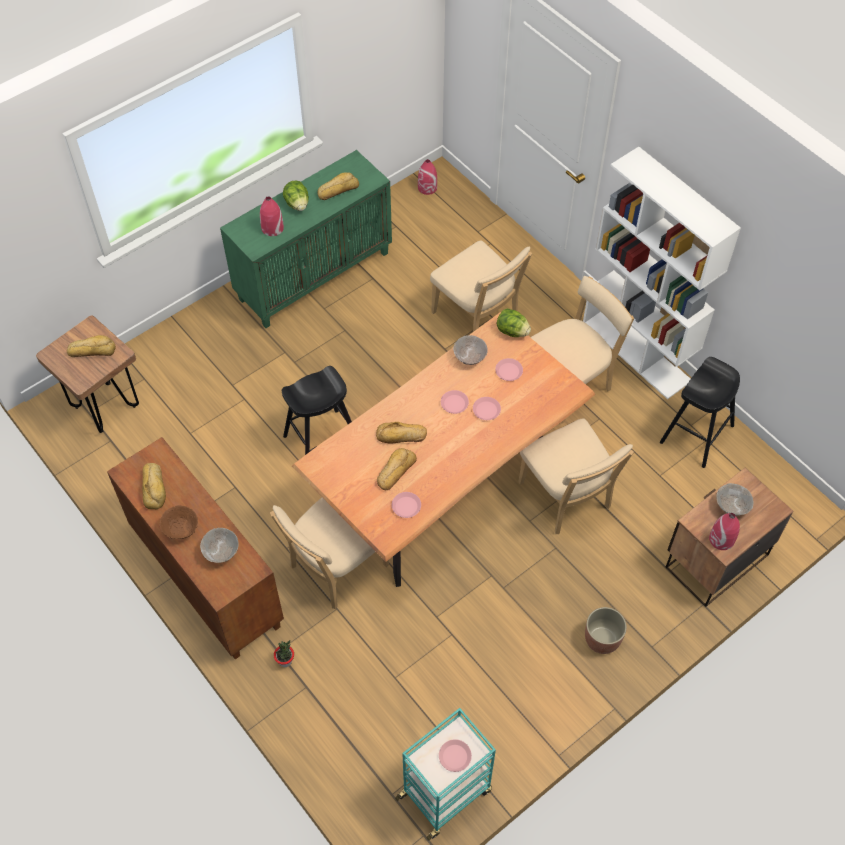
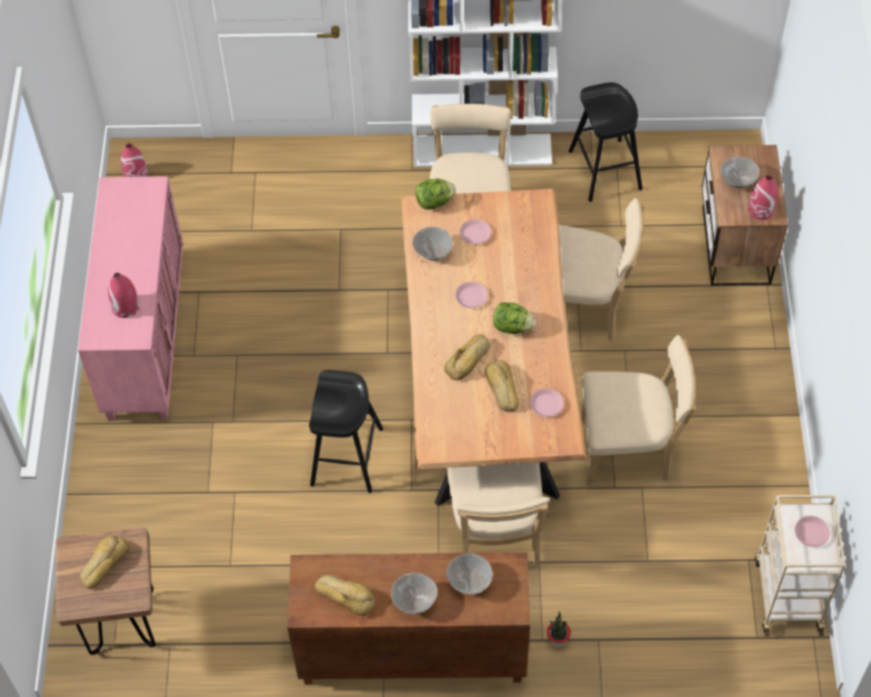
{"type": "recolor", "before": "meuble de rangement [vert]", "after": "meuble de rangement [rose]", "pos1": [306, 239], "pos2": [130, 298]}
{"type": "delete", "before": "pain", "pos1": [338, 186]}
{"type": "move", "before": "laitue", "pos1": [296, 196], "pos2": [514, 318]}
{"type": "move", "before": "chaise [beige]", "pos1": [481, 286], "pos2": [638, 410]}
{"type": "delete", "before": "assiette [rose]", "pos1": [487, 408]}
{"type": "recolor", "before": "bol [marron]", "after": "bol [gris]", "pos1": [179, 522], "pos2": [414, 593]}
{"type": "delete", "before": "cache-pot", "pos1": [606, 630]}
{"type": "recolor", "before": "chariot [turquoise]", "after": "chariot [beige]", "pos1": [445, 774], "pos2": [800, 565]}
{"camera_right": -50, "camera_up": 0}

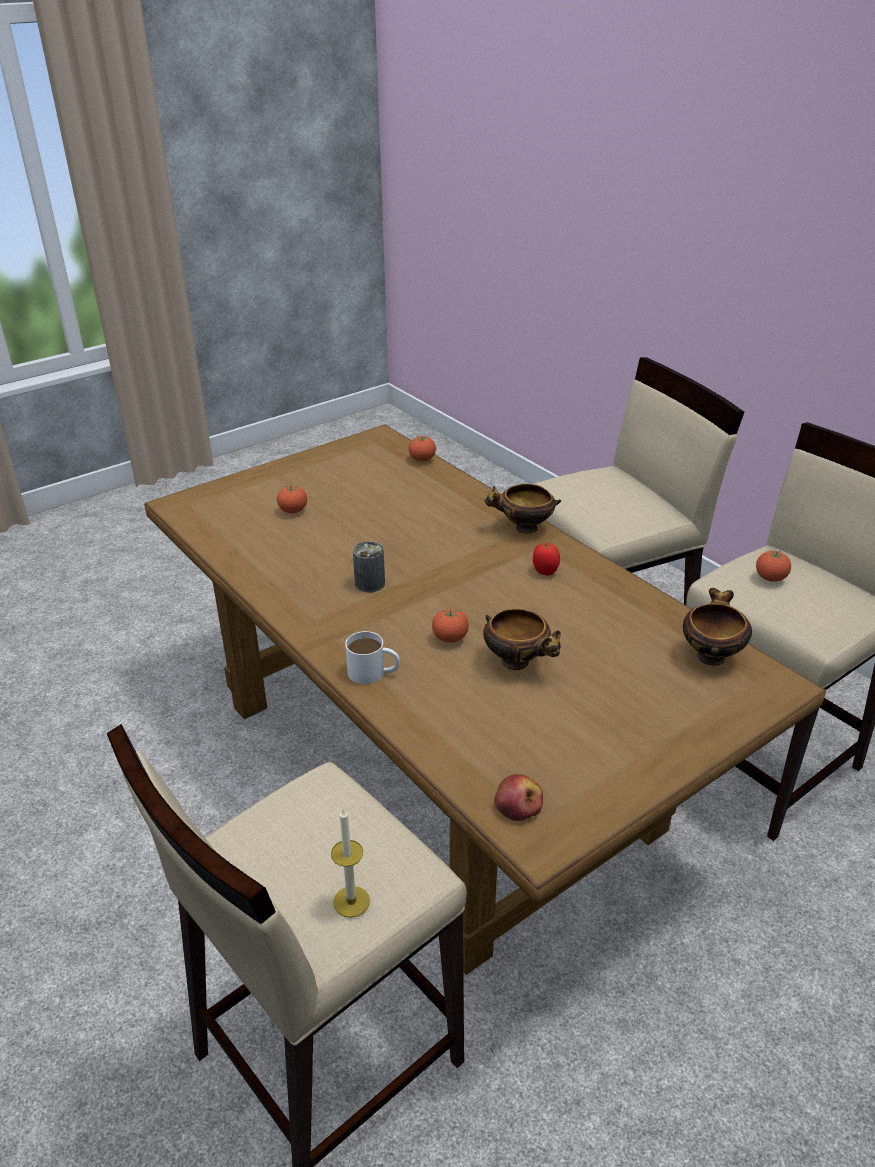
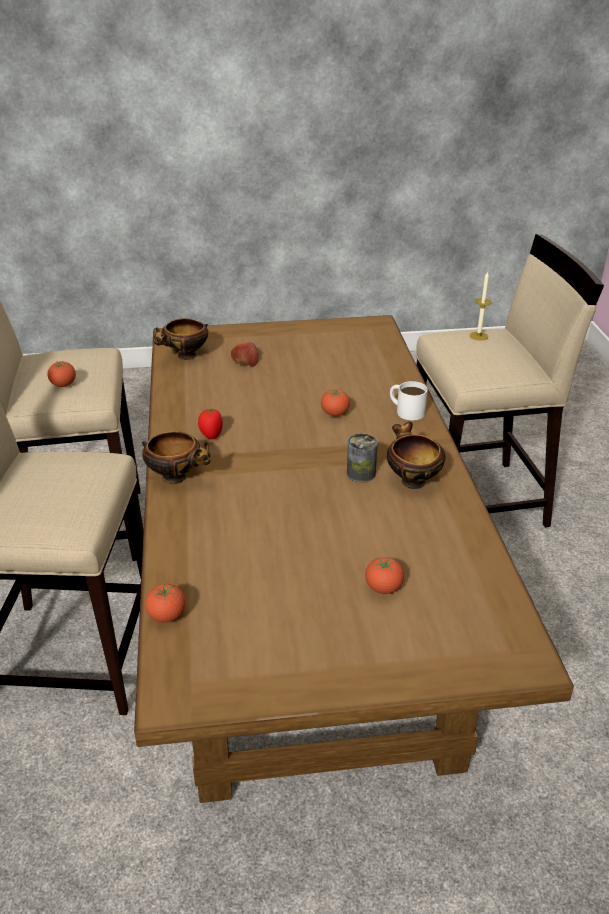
{"type": "move", "before": "bol", "pos1": [522, 639], "pos2": [416, 455]}
{"type": "move", "before": "pomme", "pos1": [518, 797], "pos2": [245, 354]}
{"camera_right": -150, "camera_up": 0}

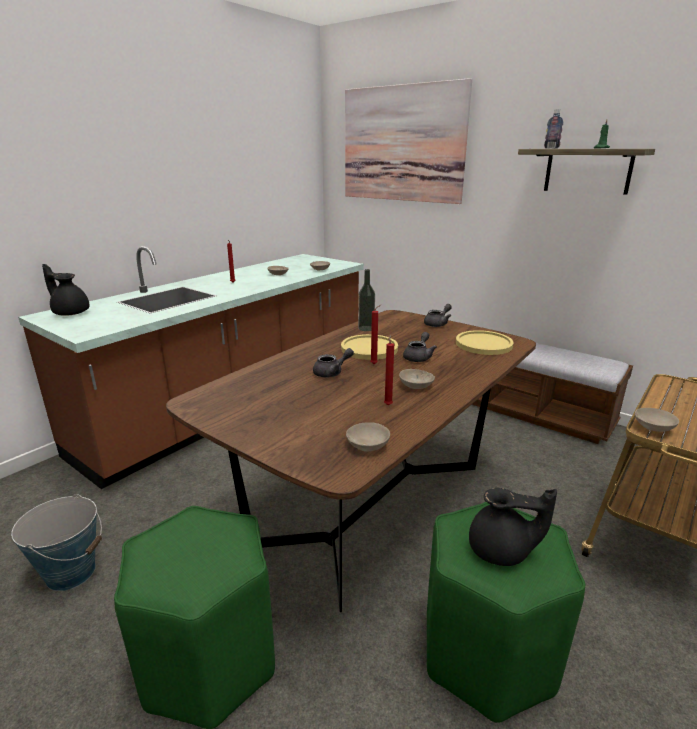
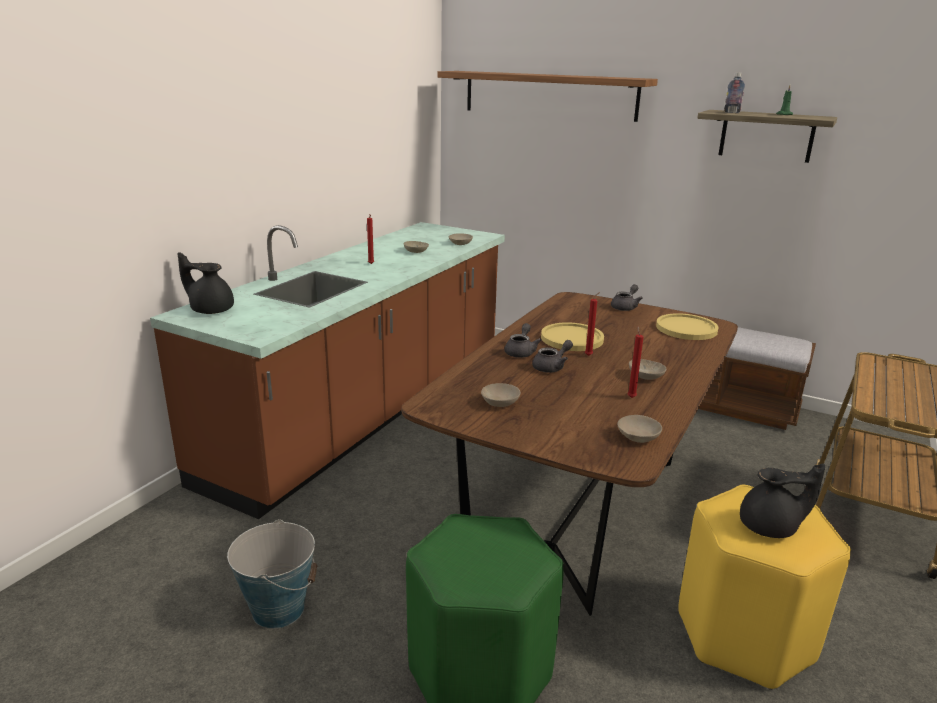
{"type": "replace", "before": "tableau", "after": "étagère", "pos1": [408, 141], "pos2": [547, 96]}
{"type": "delete", "before": "bouteille", "pos1": [366, 300]}
{"type": "move", "before": "théière [gris]", "pos1": [420, 347], "pos2": [523, 340]}
{"type": "move", "before": "bol [beige]", "pos1": [657, 420], "pos2": [501, 395]}
{"type": "recolor", "before": "tabouret [vert]", "after": "tabouret [jaune]", "pos1": [506, 612], "pos2": [764, 587]}
{"camera_right": -10, "camera_up": 0}

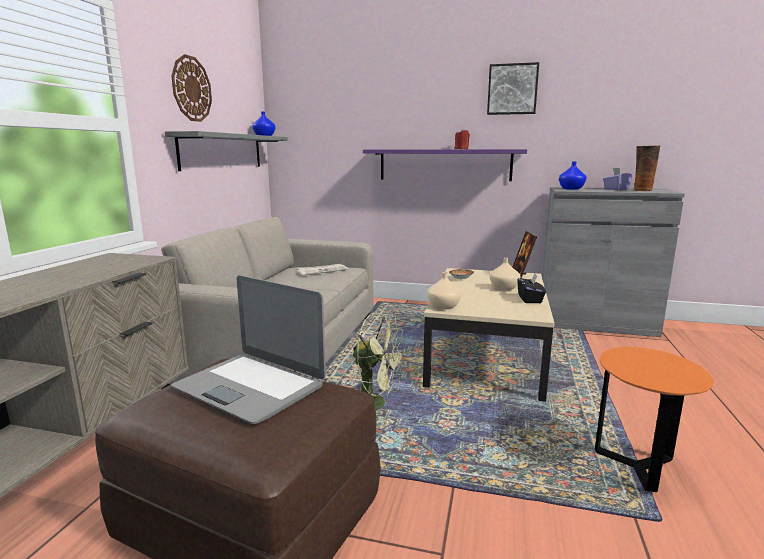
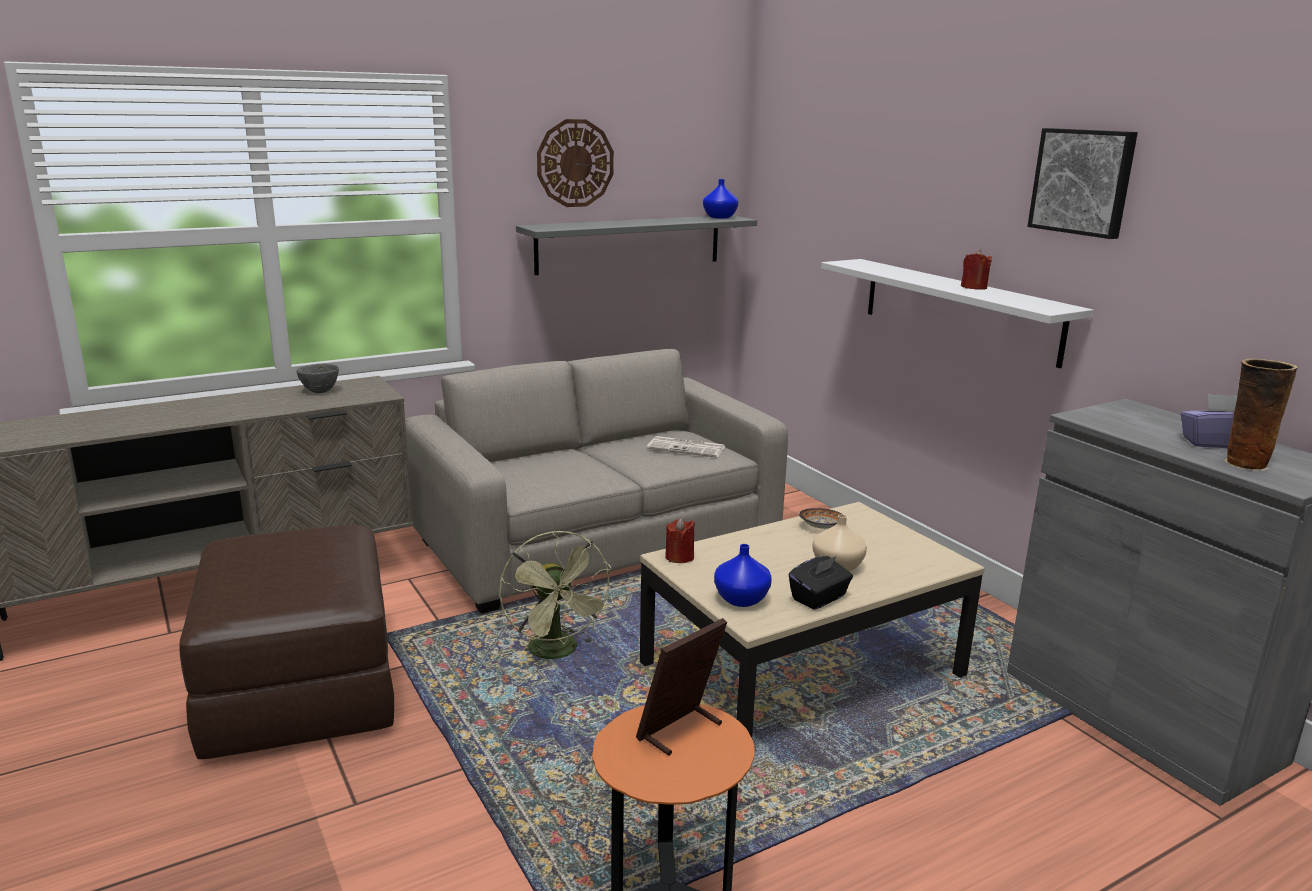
{"type": "recolor", "before": "étagère [violet]", "after": "étagère [blanc]", "pos1": [445, 165], "pos2": [957, 313]}
{"type": "move", "before": "vase [bleu]", "pos1": [572, 176], "pos2": [743, 575]}
{"type": "move", "before": "cadre photo", "pos1": [525, 256], "pos2": [681, 687]}
{"type": "replace", "before": "vase [beige]", "after": "bougie [rouge]", "pos1": [444, 291], "pos2": [680, 540]}
{"type": "delete", "before": "ordinateur portable", "pos1": [248, 349]}
{"type": "insert", "after": "bol [gris]", "pos2": [317, 378]}
{"camera_right": 45, "camera_up": 5}

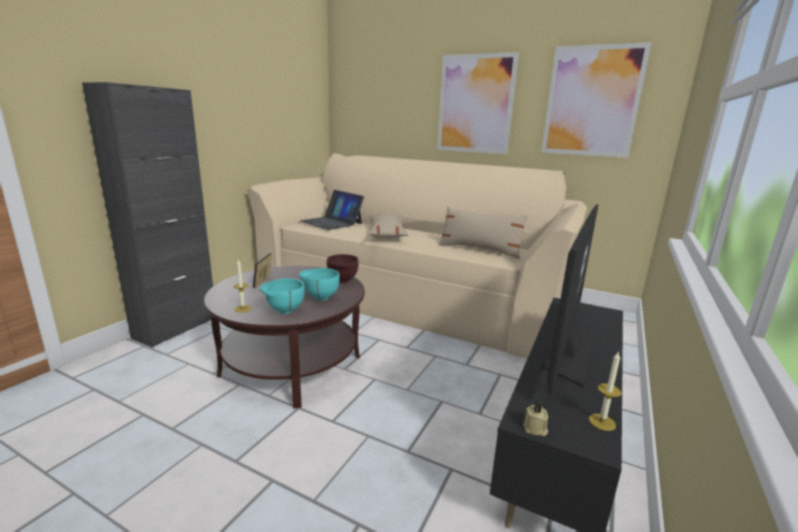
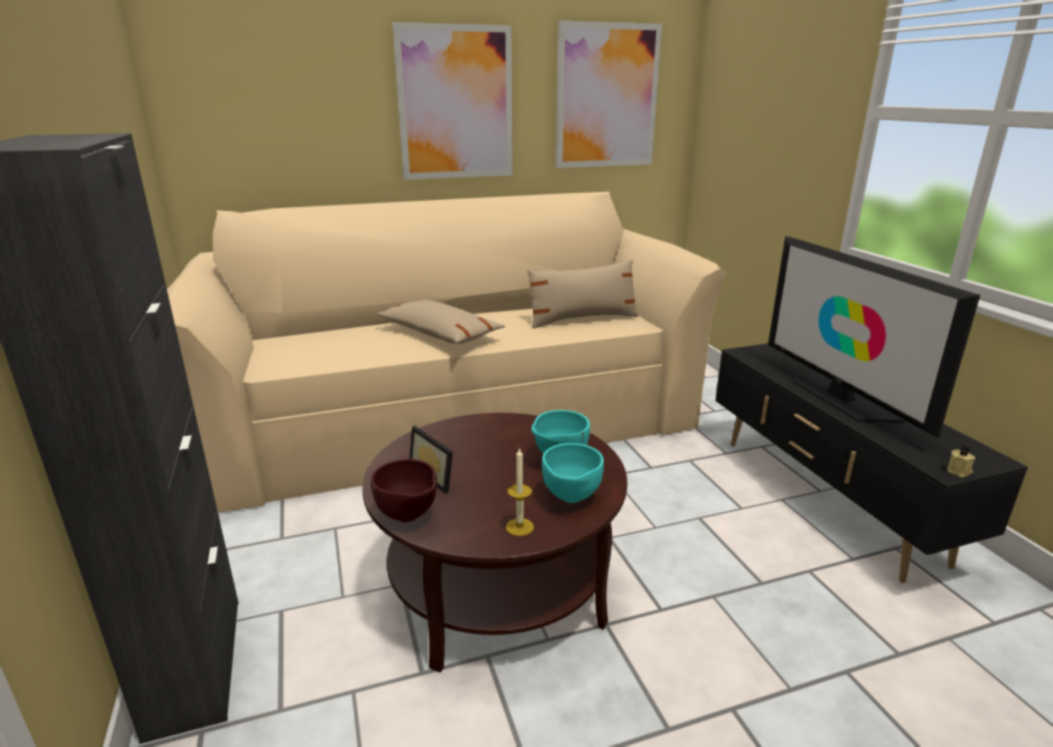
{"type": "delete", "before": "ordinateur portable", "pos1": [332, 210]}
{"type": "move", "before": "bol [marron]", "pos1": [343, 268], "pos2": [404, 490]}
{"type": "delete", "before": "bougie", "pos1": [605, 391]}
{"camera_right": -45, "camera_up": 5}

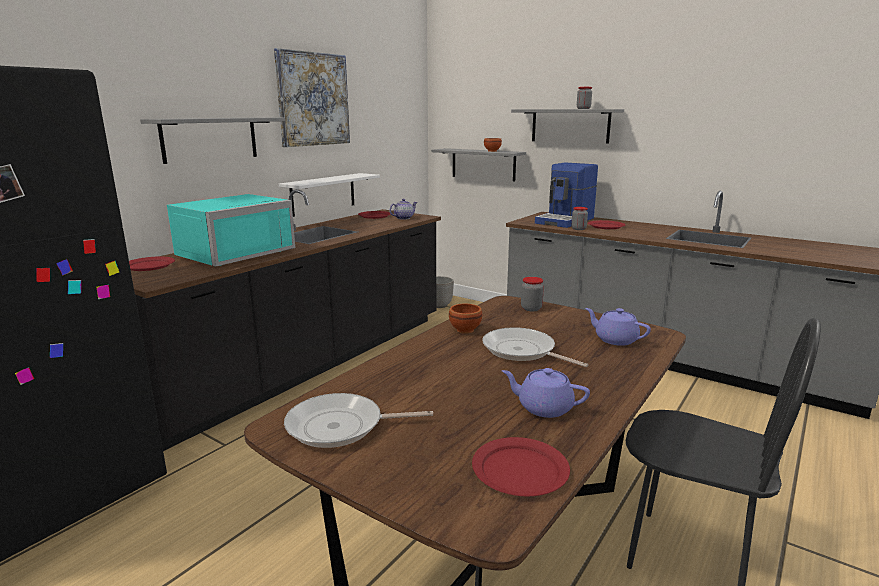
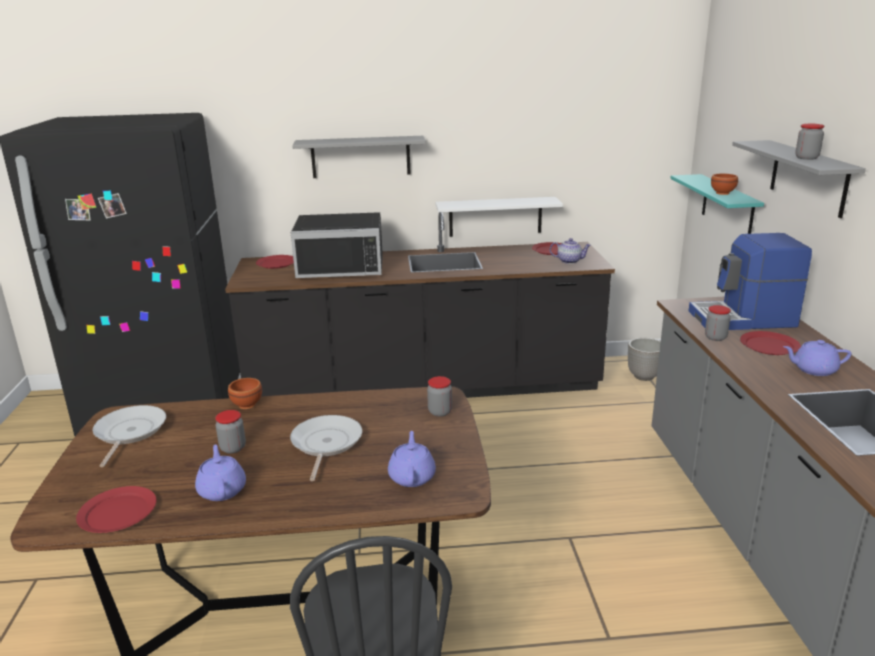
{"type": "delete", "before": "tableau", "pos1": [312, 97]}
{"type": "recolor", "before": "étagère [gris]", "after": "étagère [turquoise]", "pos1": [478, 164], "pos2": [717, 204]}
{"type": "recolor", "before": "micro-ondes [turquoise]", "after": "micro-ondes [noir]", "pos1": [231, 230], "pos2": [337, 245]}
{"type": "move", "before": "bol [marron]", "pos1": [465, 319], "pos2": [245, 393]}
{"type": "rotate", "before": "poêle", "pos1": [358, 420], "pos2": [129, 436], "turn": 45}
{"type": "insert", "after": "théière [violet]", "pos2": [817, 358]}
{"type": "insert", "after": "bocal", "pos2": [230, 432]}
{"camera_right": 50, "camera_up": 5}

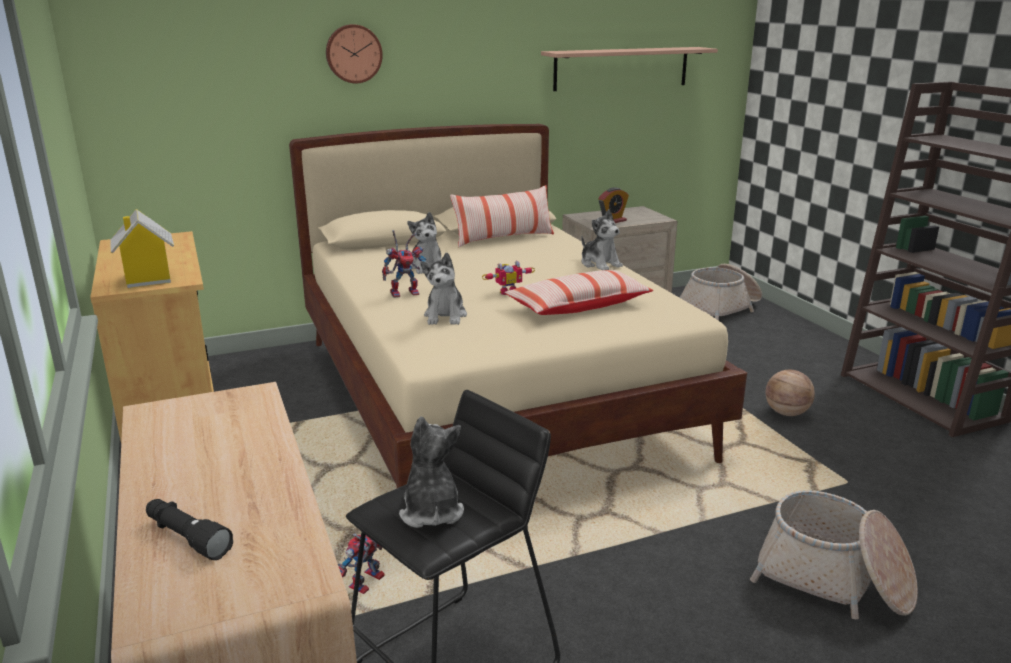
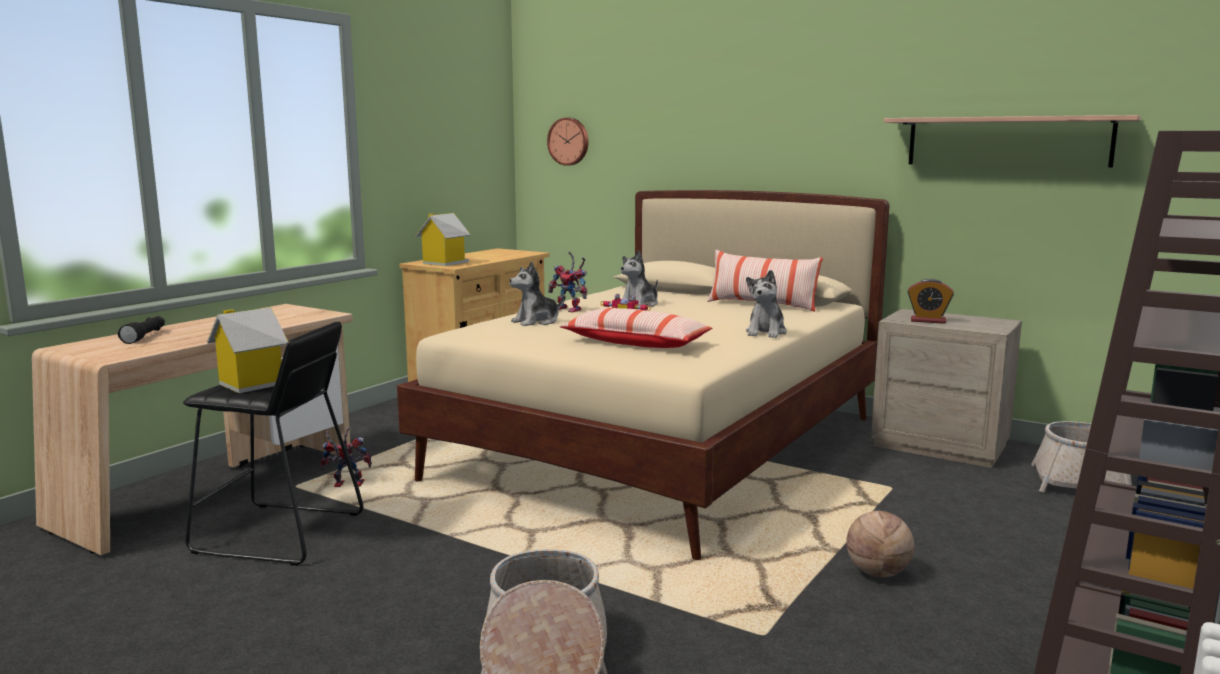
{"type": "move", "before": "horloge murale", "pos1": [354, 53], "pos2": [567, 142]}
{"type": "replace", "before": "peluche", "after": "maison miniature", "pos1": [431, 472], "pos2": [247, 350]}
{"camera_right": 55, "camera_up": -10}

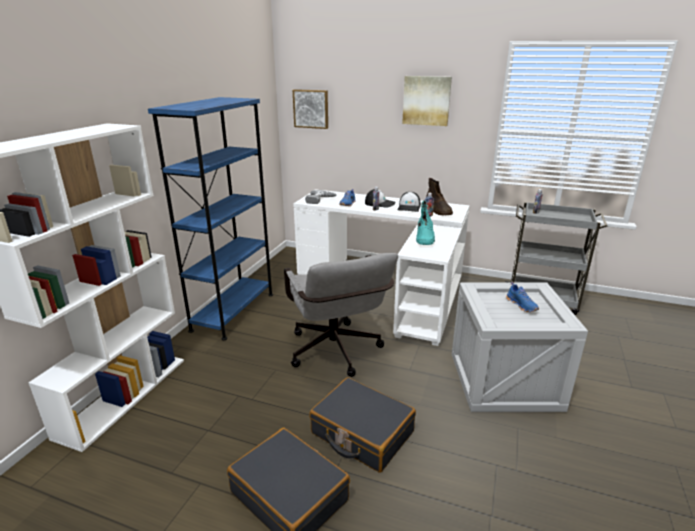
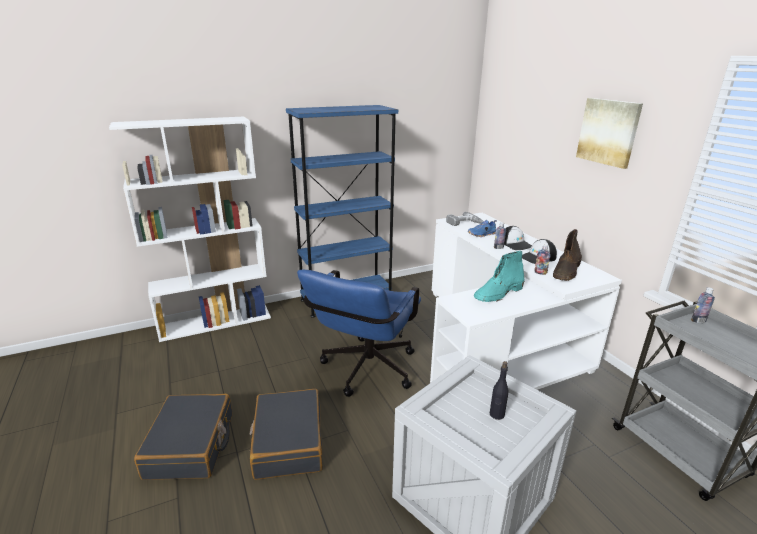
{"type": "delete", "before": "tableau", "pos1": [310, 109]}
{"type": "recolor", "before": "chaise de bureau [gris]", "after": "chaise de bureau [bleu]", "pos1": [341, 315], "pos2": [359, 333]}
{"type": "replace", "before": "chaussure [bleu]", "after": "bouteille [noir]", "pos1": [522, 297], "pos2": [499, 390]}
{"camera_right": 45, "camera_up": 0}

